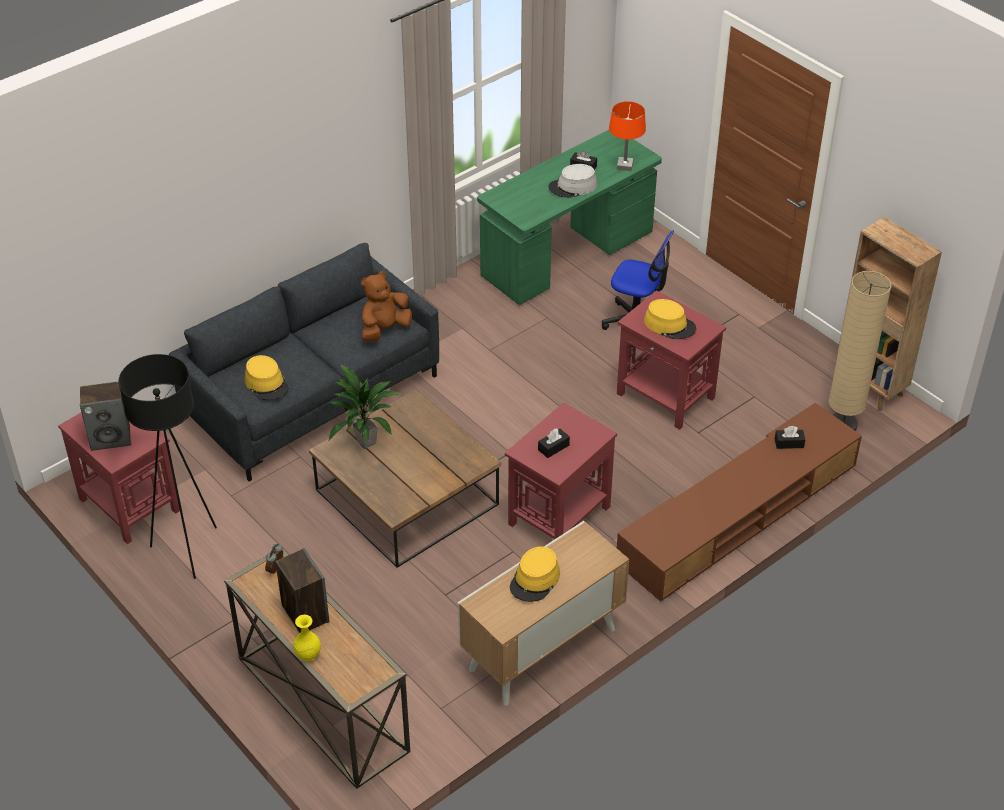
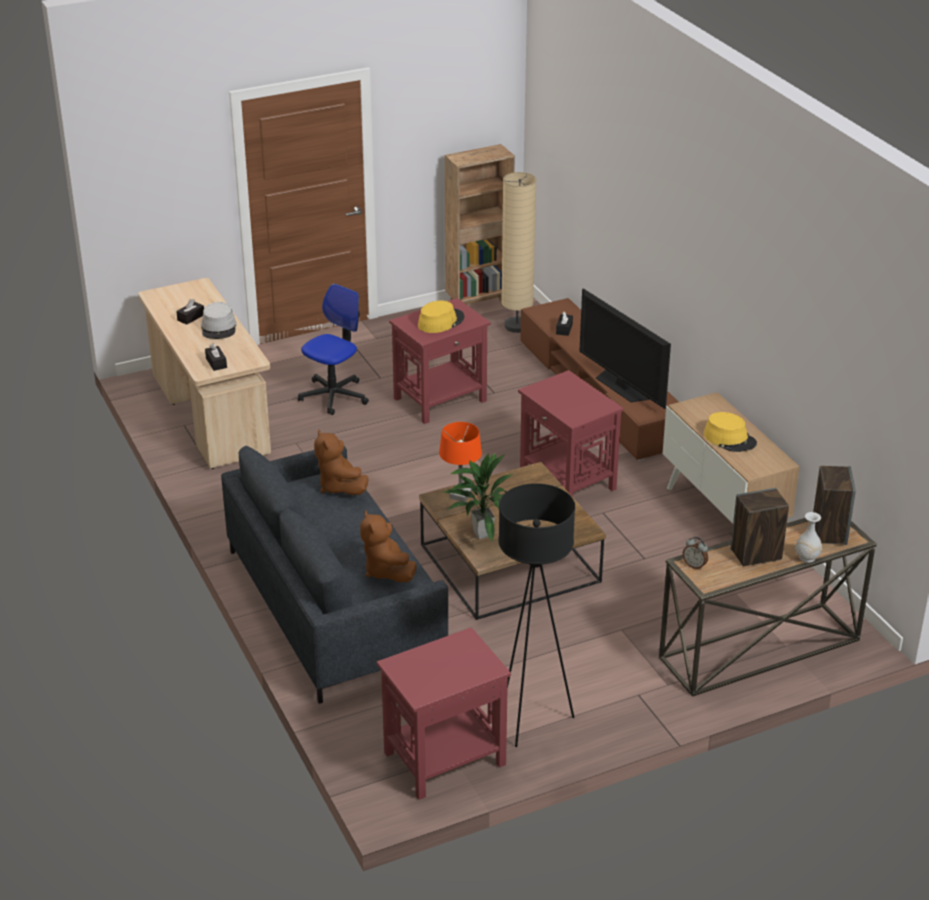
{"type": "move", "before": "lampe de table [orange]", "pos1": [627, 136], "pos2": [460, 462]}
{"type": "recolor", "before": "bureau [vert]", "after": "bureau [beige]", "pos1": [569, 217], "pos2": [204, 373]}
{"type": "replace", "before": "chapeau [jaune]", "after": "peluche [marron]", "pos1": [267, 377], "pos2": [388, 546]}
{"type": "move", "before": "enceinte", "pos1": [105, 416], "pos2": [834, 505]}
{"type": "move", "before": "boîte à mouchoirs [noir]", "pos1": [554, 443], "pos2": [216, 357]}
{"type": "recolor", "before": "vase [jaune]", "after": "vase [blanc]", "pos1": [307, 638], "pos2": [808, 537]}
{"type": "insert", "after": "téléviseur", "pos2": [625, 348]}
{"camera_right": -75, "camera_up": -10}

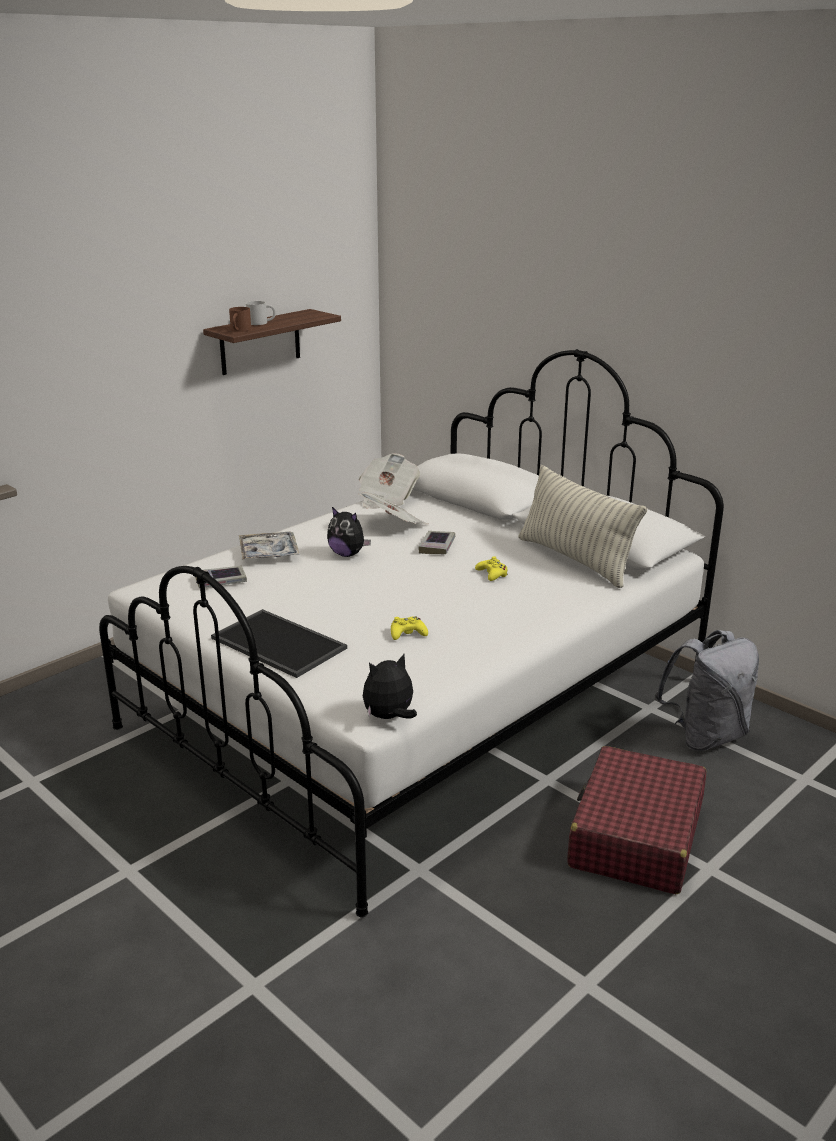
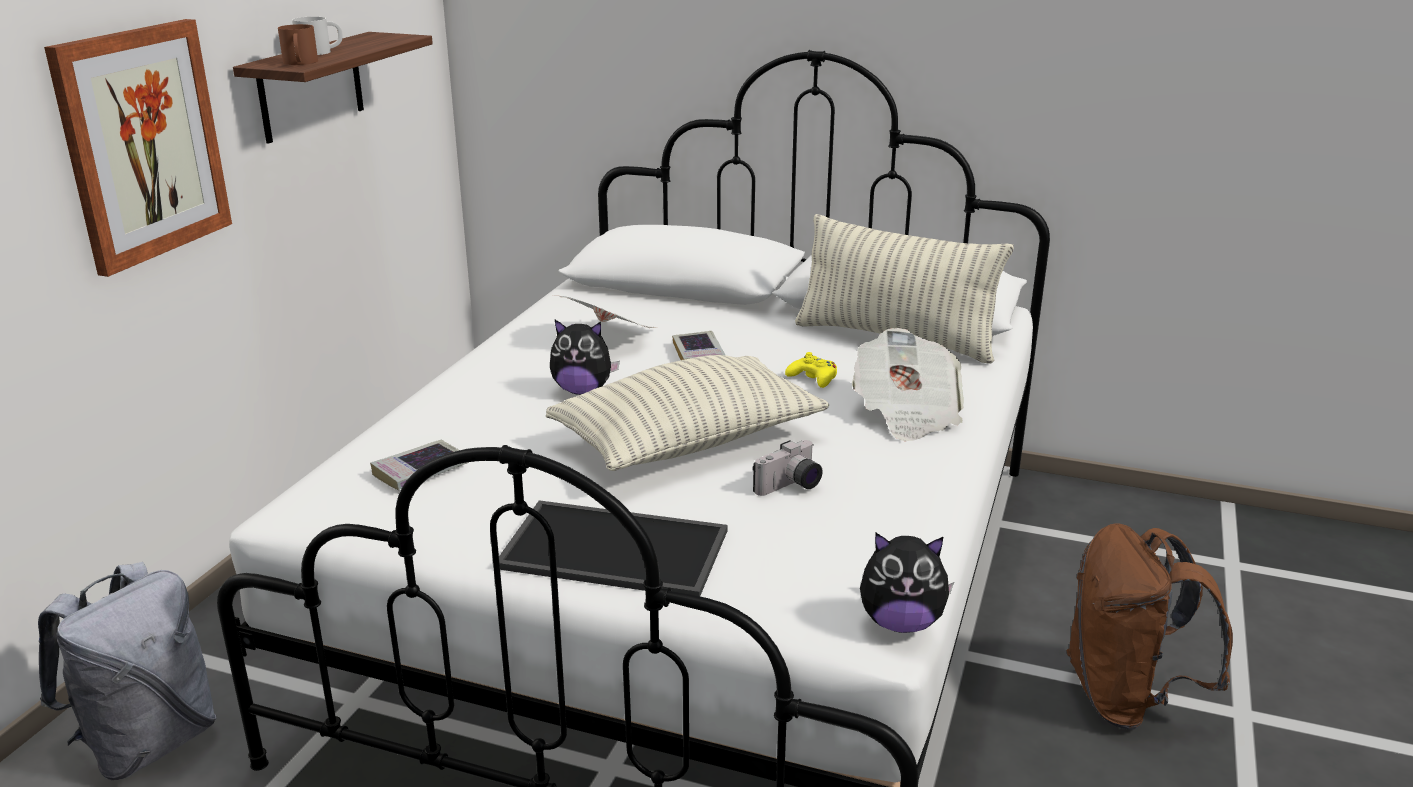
{"type": "move", "before": "journal", "pos1": [389, 481], "pos2": [907, 384]}
{"type": "delete", "before": "plateau", "pos1": [269, 546]}
{"type": "replace", "before": "manette [jaune]", "after": "appareil photo", "pos1": [409, 628], "pos2": [788, 468]}
{"type": "move", "before": "sac à dos [gris]", "pos1": [707, 690], "pos2": [127, 671]}
{"type": "rotate", "before": "peluche", "pos1": [390, 686], "pos2": [907, 583], "turn": -120}
{"type": "replace", "before": "valise [rouge]", "after": "sac à dos [marron]", "pos1": [637, 820], "pos2": [1149, 627]}
{"type": "insert", "after": "tableau", "pos2": [138, 148]}
{"type": "insert", "after": "coussin", "pos2": [687, 413]}
{"camera_right": -25, "camera_up": 0}

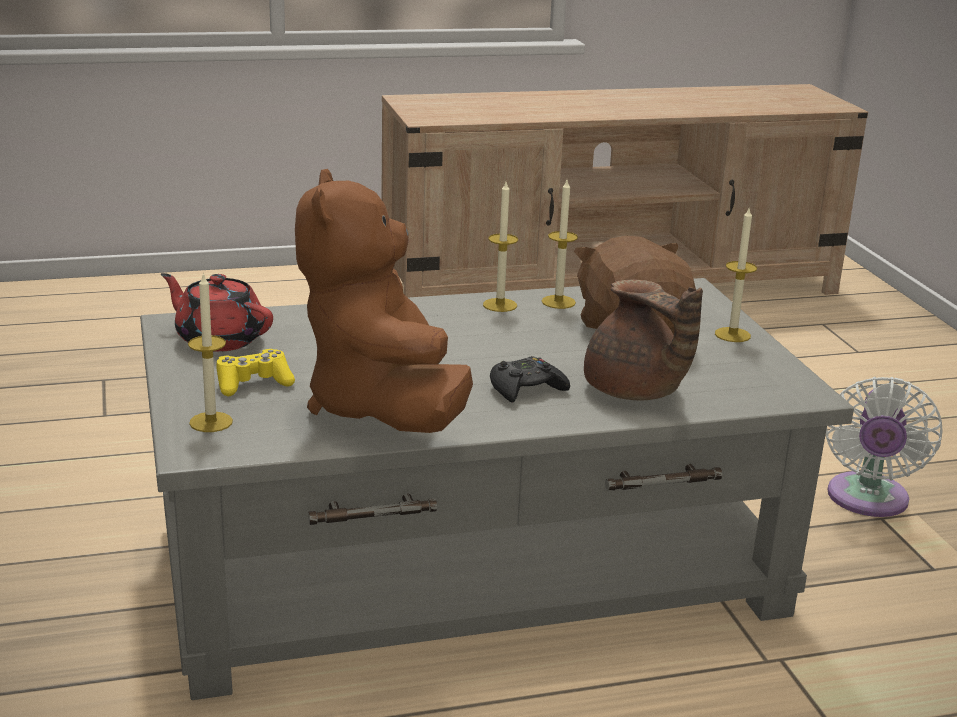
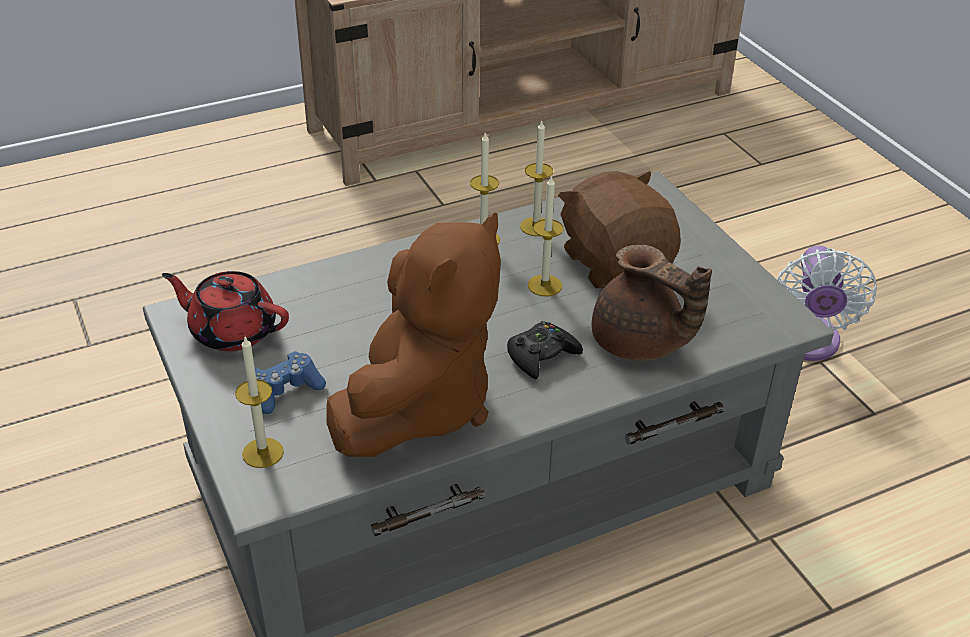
{"type": "rotate", "before": "peluche [marron]", "pos1": [384, 301], "pos2": [413, 335], "turn": -135}
{"type": "move", "before": "bougie", "pos1": [736, 274], "pos2": [545, 235]}
{"type": "recolor", "before": "manette [jaune]", "after": "manette [bleu]", "pos1": [255, 372], "pos2": [290, 382]}
{"camera_right": -10, "camera_up": 15}

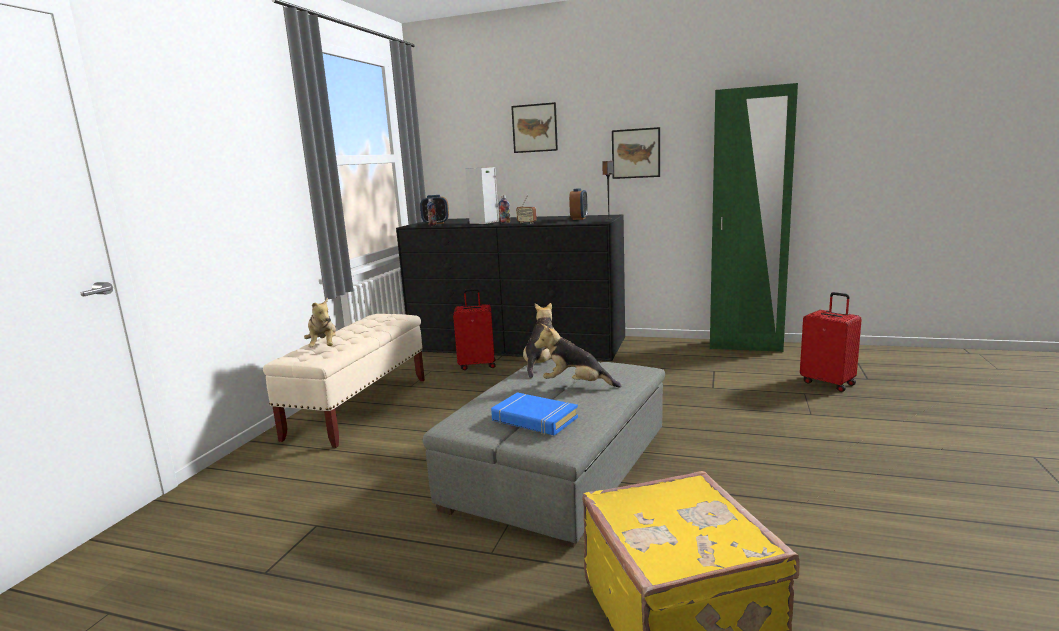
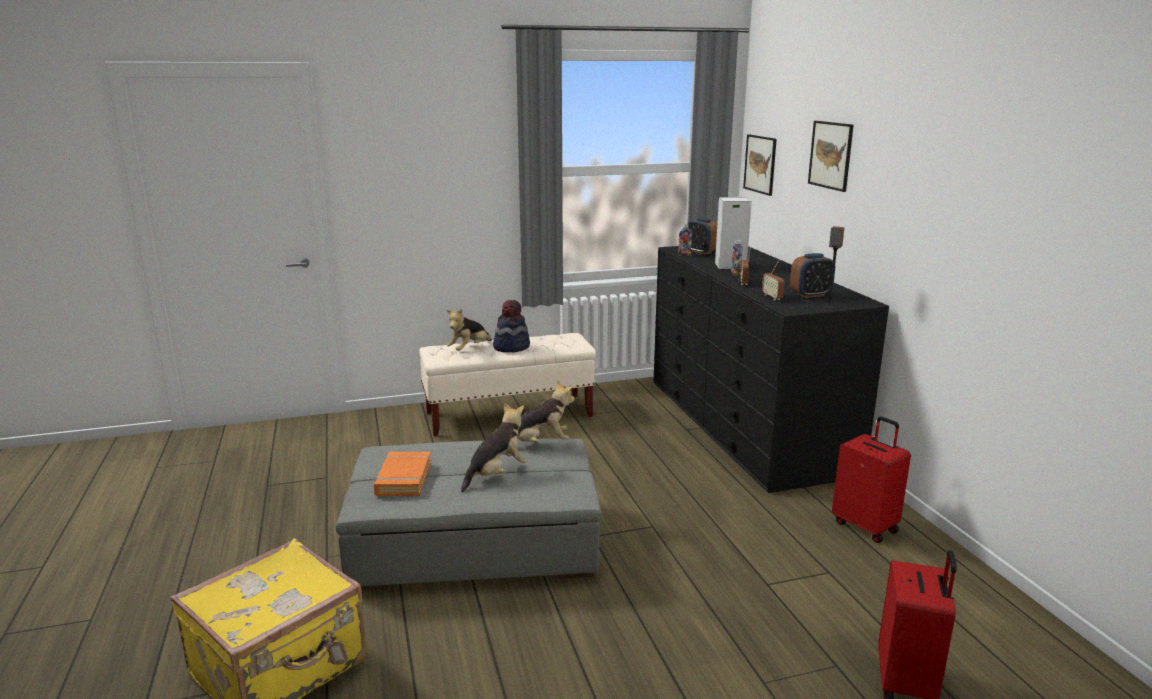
{"type": "delete", "before": "armoire [vert]", "pos1": [754, 217]}
{"type": "move", "before": "tableau", "pos1": [636, 153], "pos2": [760, 165]}
{"type": "move", "before": "valise [rouge]", "pos1": [474, 329], "pos2": [871, 479]}
{"type": "rotate", "before": "peluche", "pos1": [577, 356], "pos2": [494, 448], "turn": 60}
{"type": "recolor", "before": "livre [bleu]", "after": "livre [orange]", "pos1": [534, 413], "pos2": [402, 474]}
{"type": "insert", "after": "radio", "pos2": [773, 280]}
{"type": "insert", "after": "chapeau", "pos2": [511, 326]}
{"camera_right": 55, "camera_up": 5}

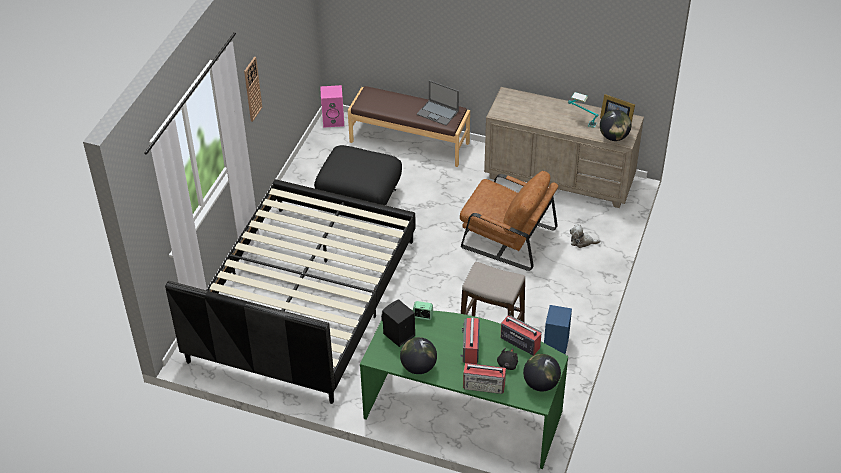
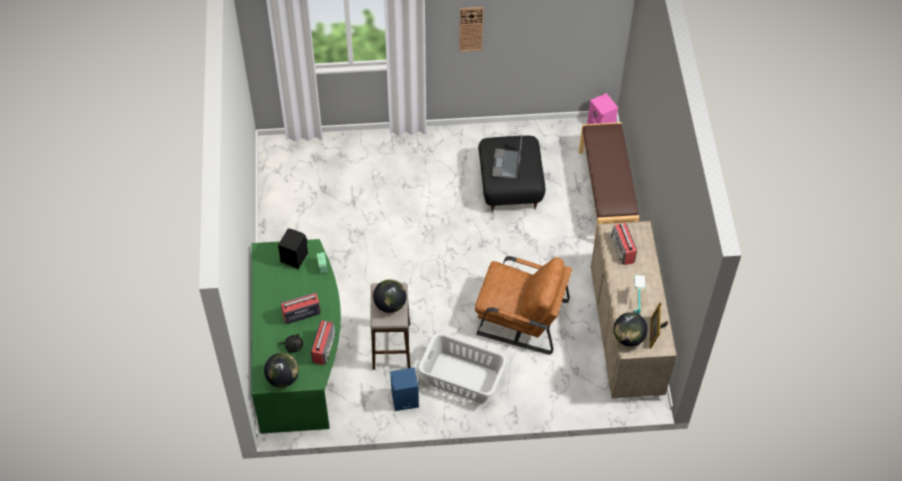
{"type": "move", "before": "ordinateur portable", "pos1": [438, 103], "pos2": [507, 157]}
{"type": "rotate", "before": "fauteuil [marron]", "pos1": [509, 221], "pos2": [523, 305], "turn": -75}
{"type": "delete", "before": "lit [noir]", "pos1": [290, 291]}
{"type": "delete", "before": "peluche", "pos1": [585, 236]}
{"type": "move", "before": "globe", "pos1": [418, 355], "pos2": [390, 296]}
{"type": "move", "before": "radio", "pos1": [484, 378], "pos2": [624, 244]}
{"type": "insert", "after": "panier à linge [gris]", "pos2": [463, 368]}
{"camera_right": 65, "camera_up": 10}

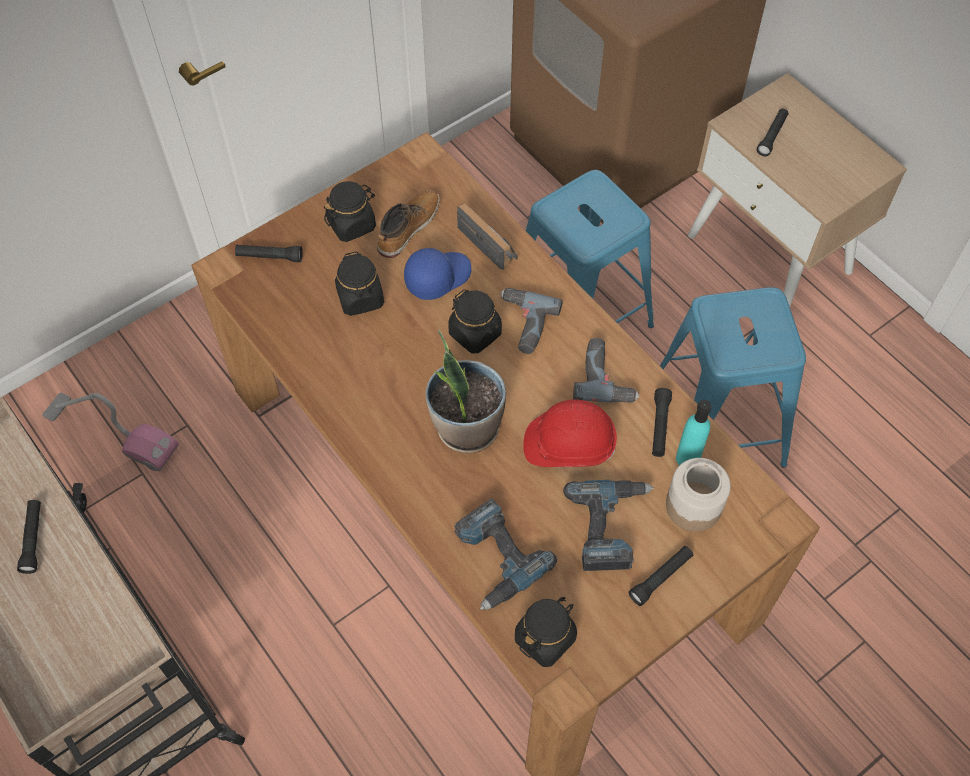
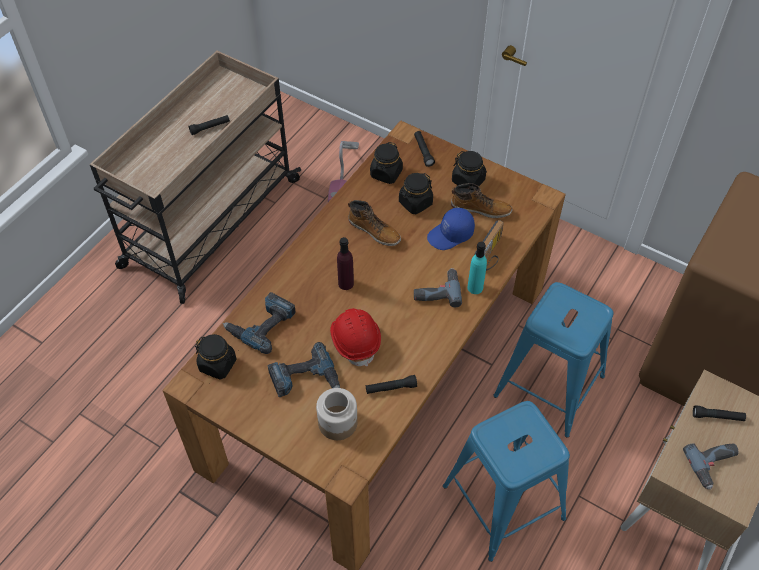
{"type": "rotate", "before": "casquette [bleu]", "pos1": [437, 274], "pos2": [451, 229], "turn": 120}
{"type": "move", "before": "bocal [noir]", "pos1": [475, 321], "pos2": [386, 163]}
{"type": "replace", "before": "plante en pot", "after": "bouteille [violet]", "pos1": [466, 391], "pos2": [345, 263]}
{"type": "move", "before": "perceuse", "pos1": [606, 370], "pos2": [711, 466]}
{"type": "move", "before": "bouteille [turquoise]", "pos1": [694, 432], "pos2": [477, 268]}
{"type": "delete", "before": "lampe de poche [noir]", "pos1": [661, 576]}
{"type": "insert", "after": "botte", "pos2": [374, 223]}
{"camera_right": 70, "camera_up": -5}

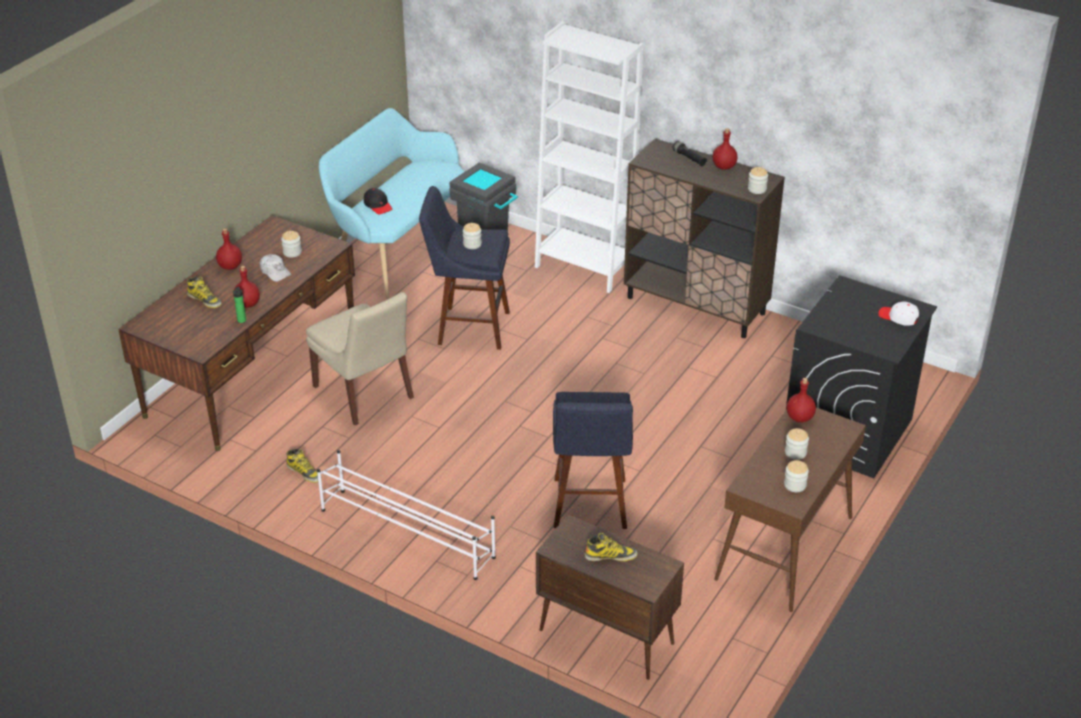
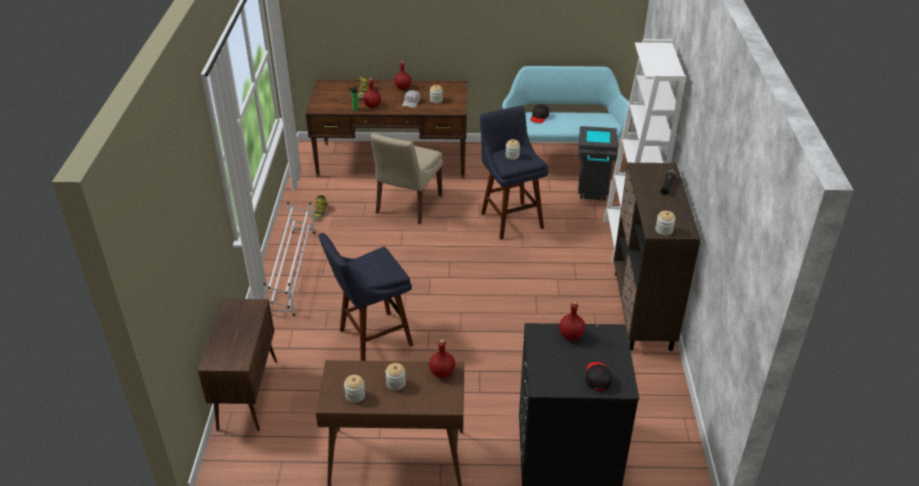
{"type": "move", "before": "bouteille [rouge]", "pos1": [725, 149], "pos2": [572, 320]}
{"type": "recolor", "before": "casquette [blanc]", "after": "casquette [noir]", "pos1": [898, 313], "pos2": [598, 376]}
{"type": "delete", "before": "botte", "pos1": [611, 547]}
{"camera_right": 60, "camera_up": 0}

